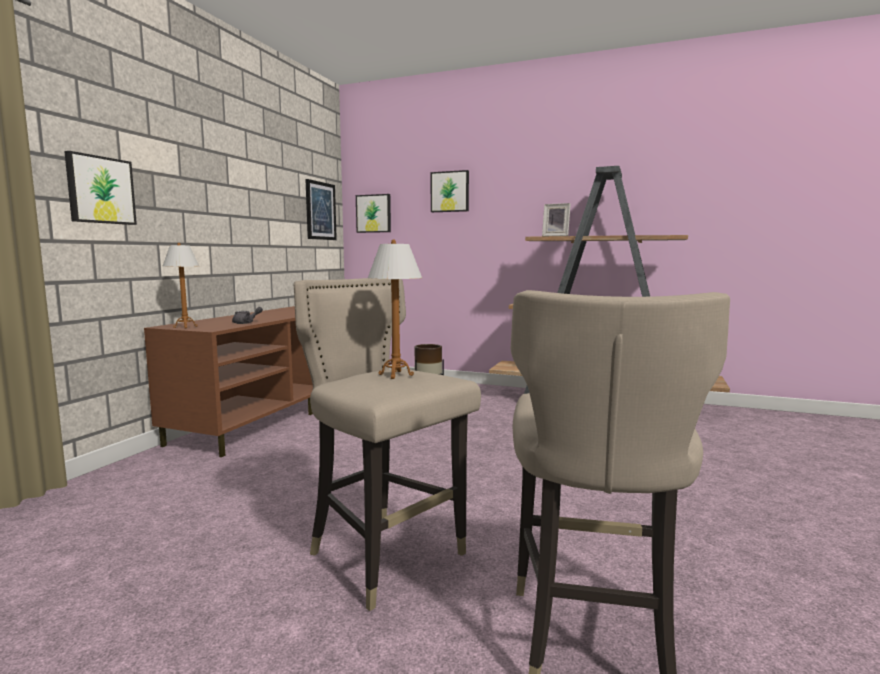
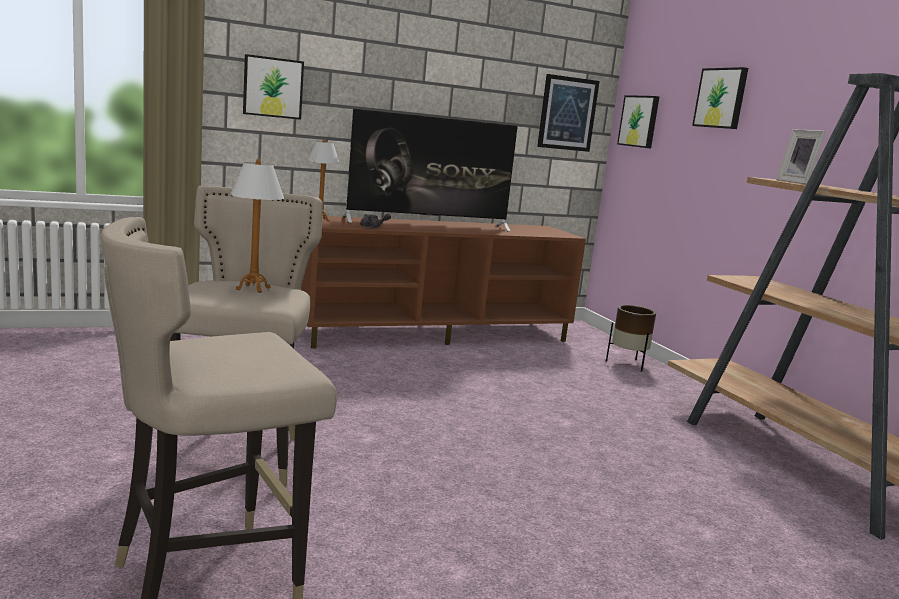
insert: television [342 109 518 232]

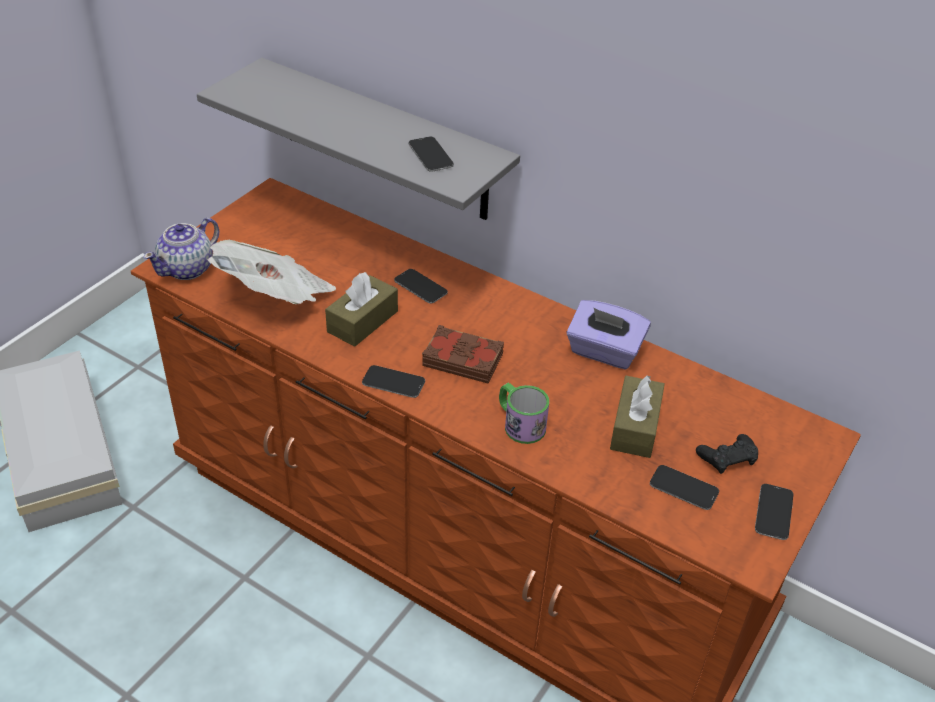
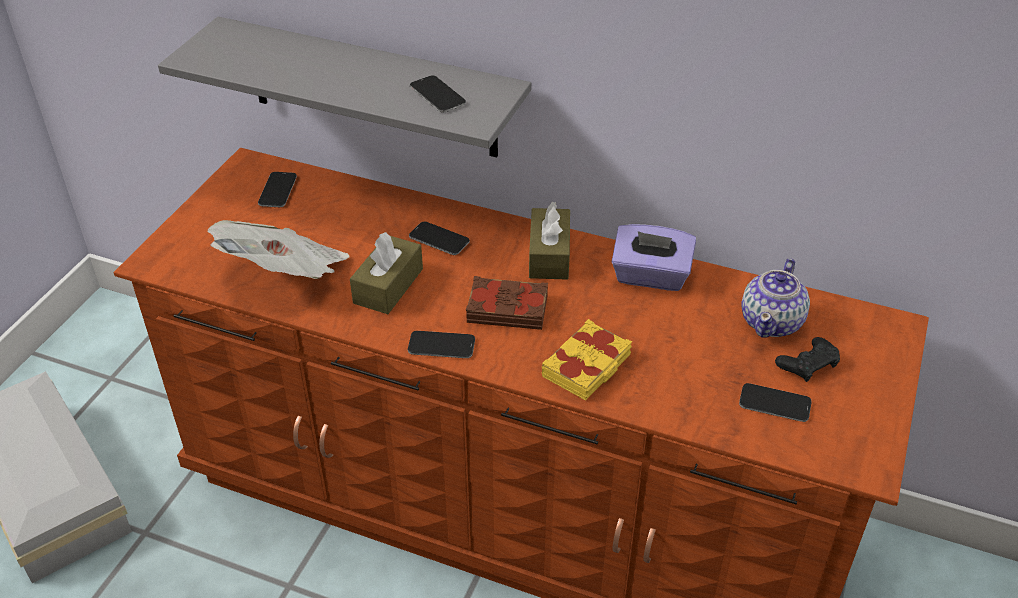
move: tea pot [143 218 219 280] to [741 258 810 338]; brownish box of tissues [610 375 665 458] to [529 202 570 280]; telephone [755 484 793 540] to [258 172 297 207]
replace: mug [499 383 549 444] to yellow-coloured book [542 319 632 401]

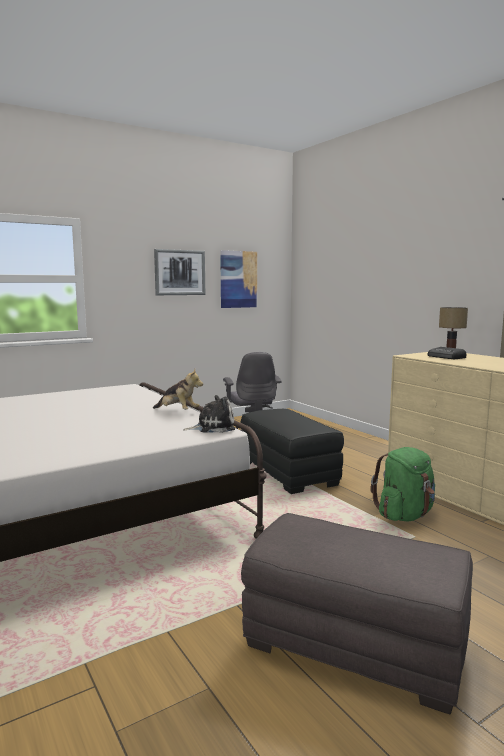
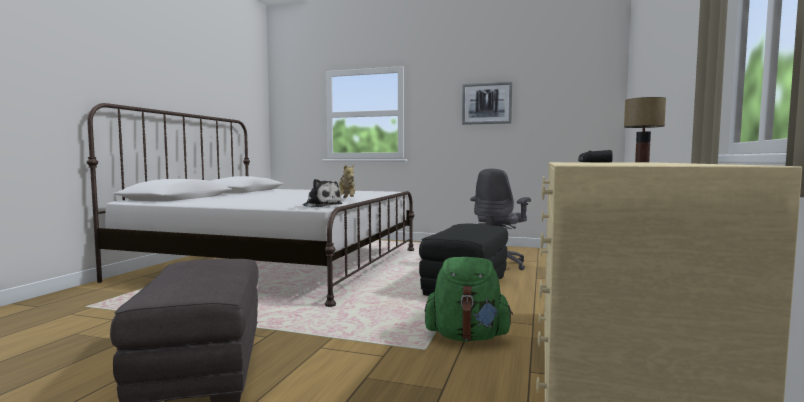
delete: picture [220 250 257 308]

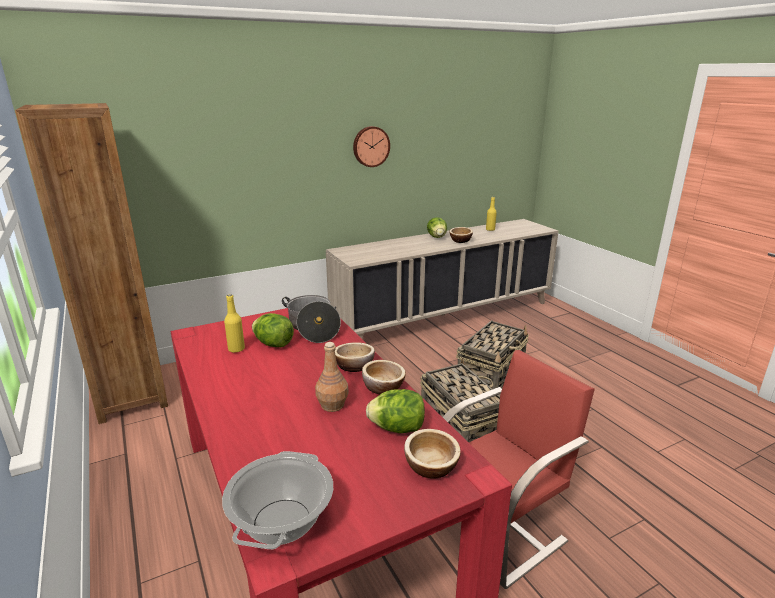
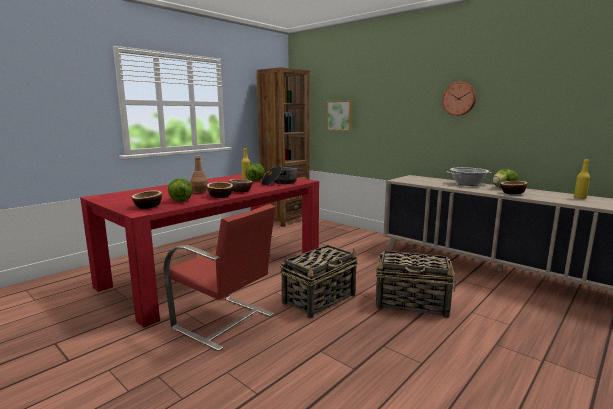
insert: picture [327 101 353 131]
move: cooking pot [222 451 333 549] to [447 167 492 186]

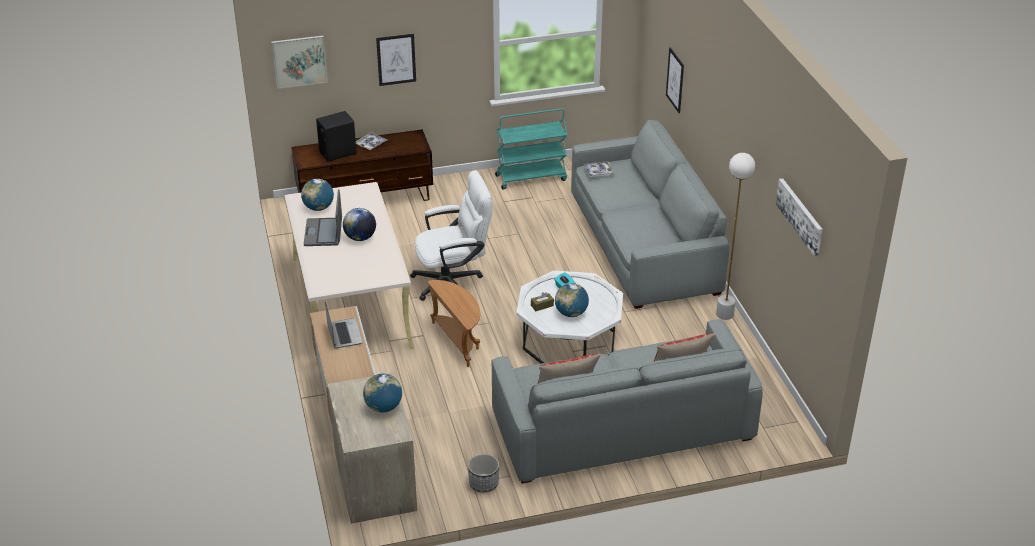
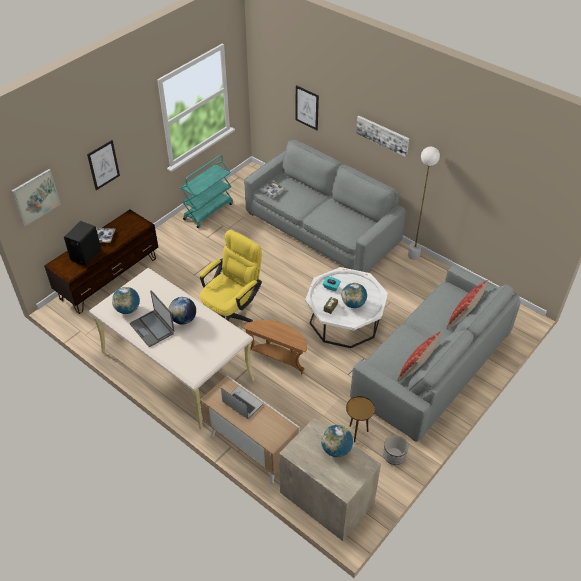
insert: brownish side table [346 396 375 442]
move: picture [776 178 822 256] to [356 116 409 157]
recolor: white-coloured desk chair [410 171 492 301] to yellow-coloured desk chair [200 230 262 322]

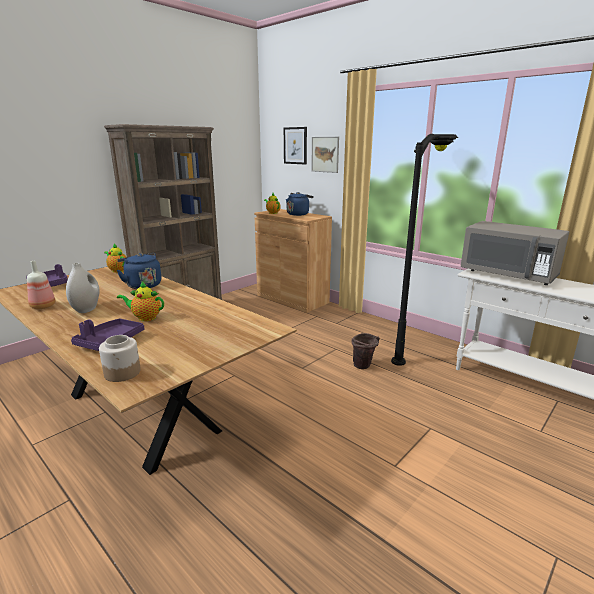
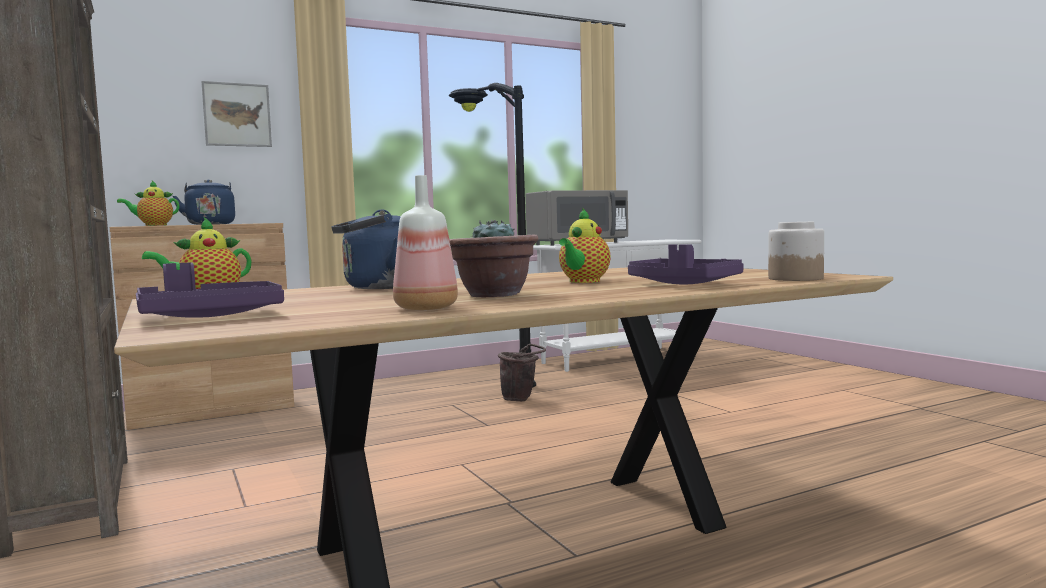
delete: picture [284 127 307 165]
replace: white-coloured vase [66 263 100 313] to potted plant [449 219 538 297]

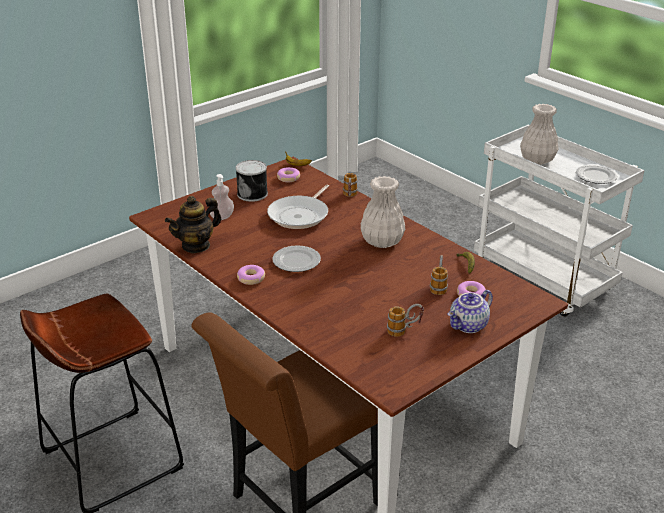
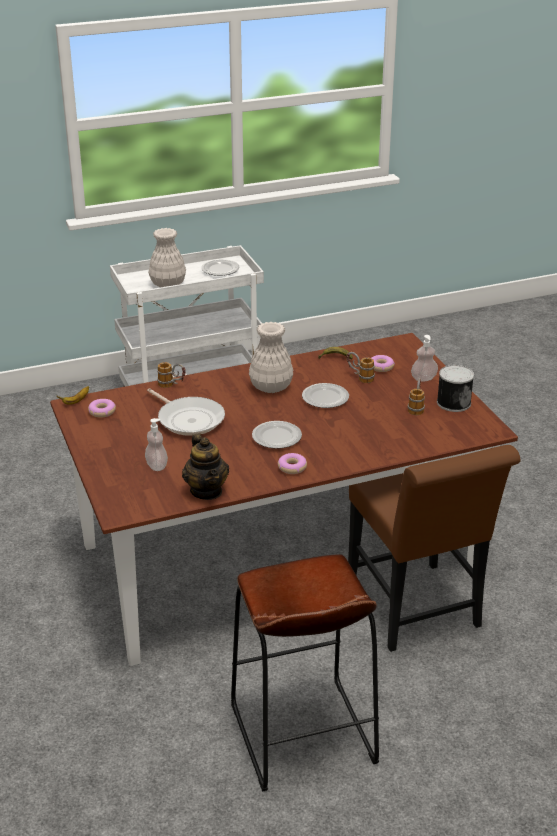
insert: dinner plate [302 383 349 408]
move: metal can [236 160 268 202] to [437 365 474 412]
replace: tea pot [447 290 493 333] to soap dispenser [411 335 438 382]

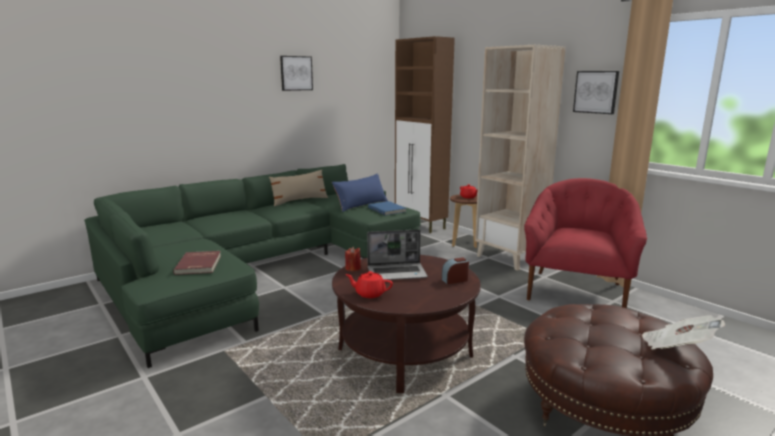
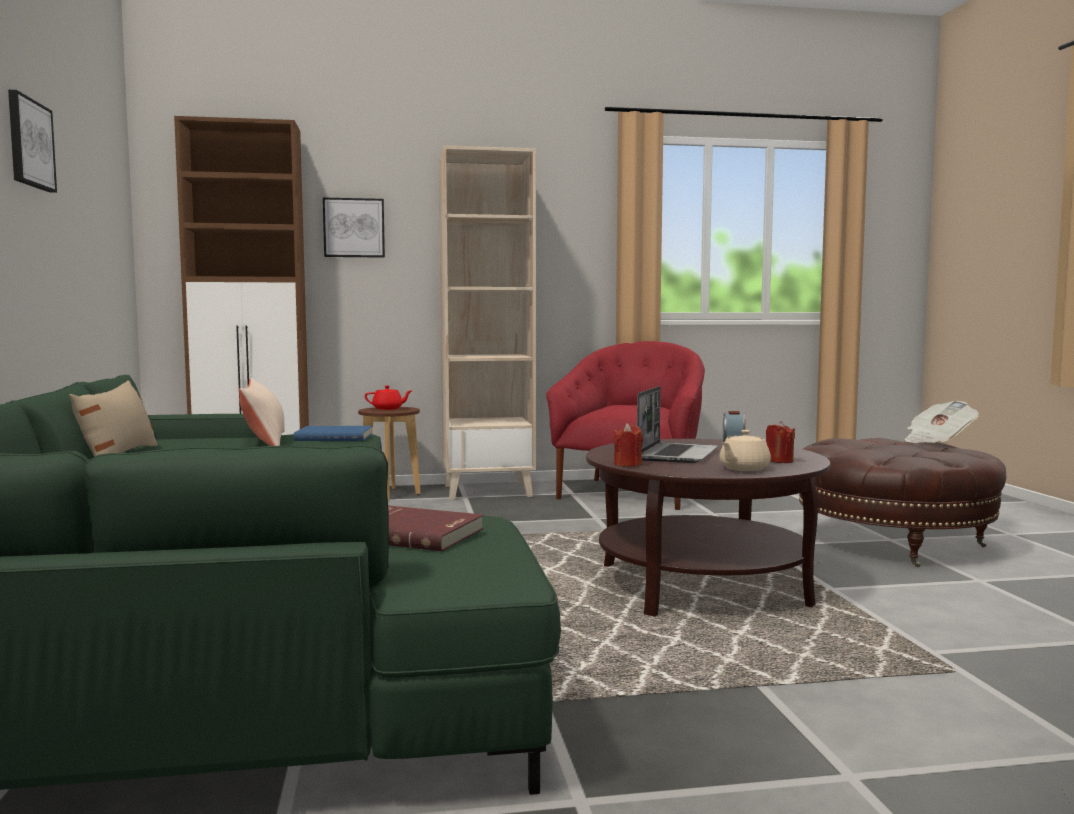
insert: red-coloured candle [766 421 795 463]
move: picture [573 71 619 114] to [323 198 385 258]
recolor: blue cushion [332 173 388 212] to beige-coloured cushion [239 378 285 446]; red-coloured tea pot [345 271 393 298] to beige-coloured tea pot [719 430 771 471]
rotate: red-coloured easy chair [524 178 647 308] = [546 341 705 510] 60 degrees clockwise

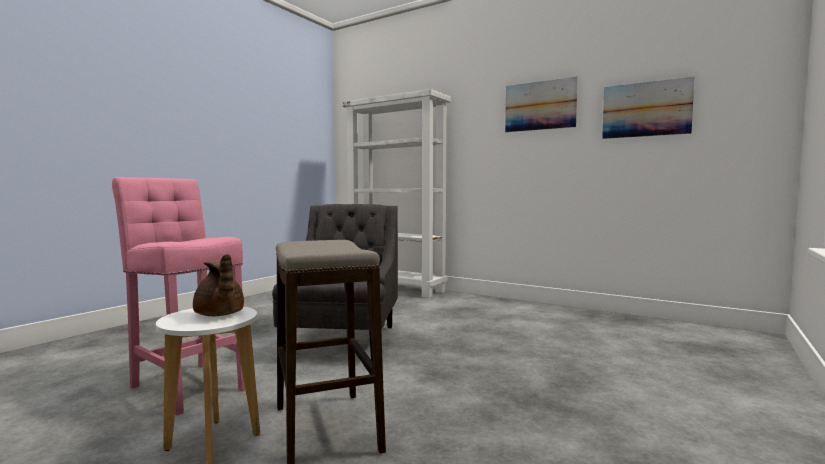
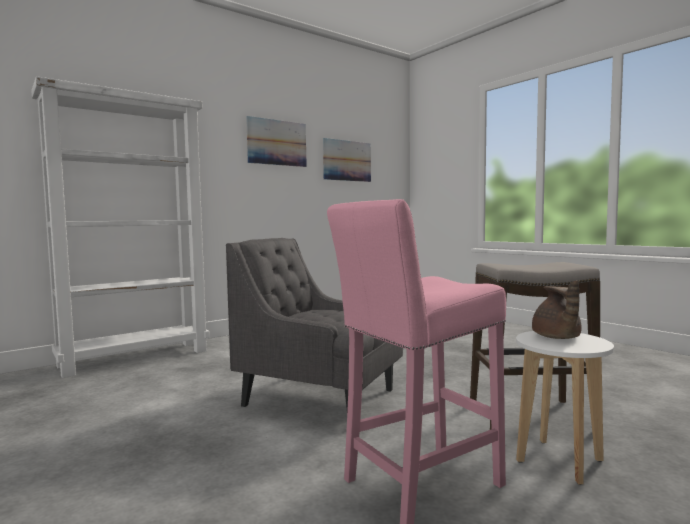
rotate: brownish tea pot [193 254 244 316] = [532 280 582 339] 105 degrees clockwise

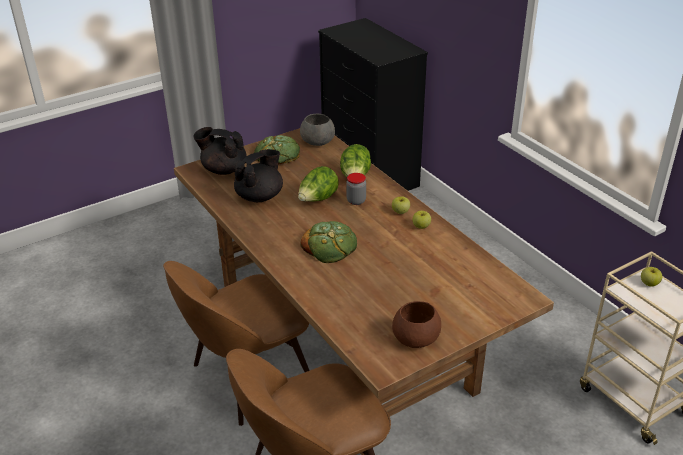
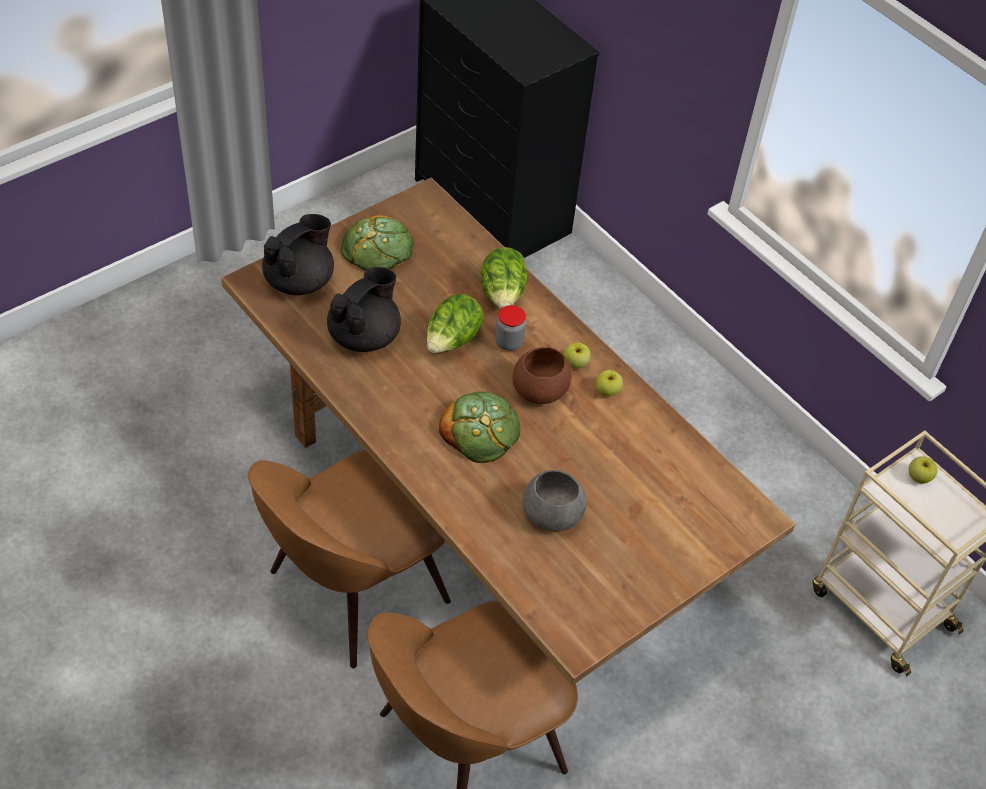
move: greyish deep dish [300 114 335 146] to [523 470 586 531]; brownish deep dish [392 301 441 348] to [512 347 572 404]
rotate: black-coloured tea pot [194 127 247 175] = [262 214 334 295] 120 degrees clockwise

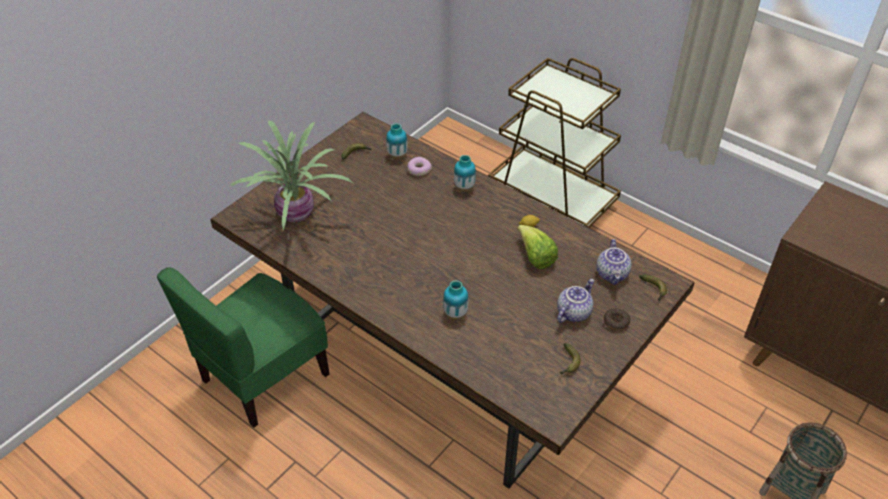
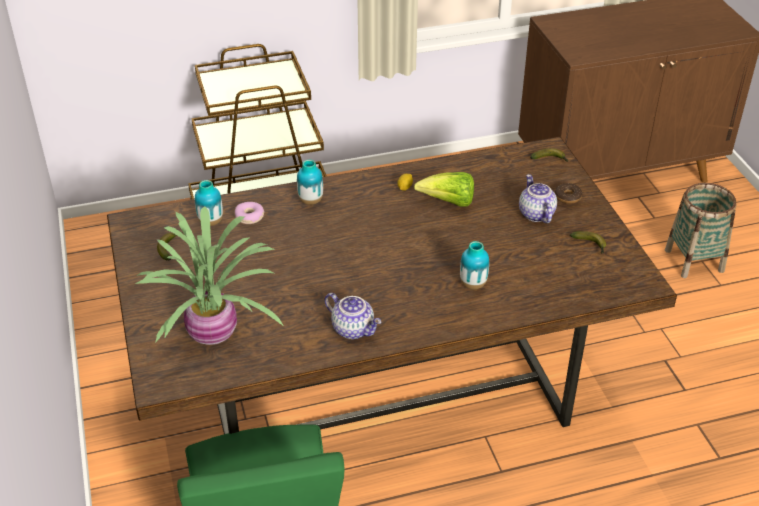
move: tea pot [597 239 632 285] to [325 293 381 339]

